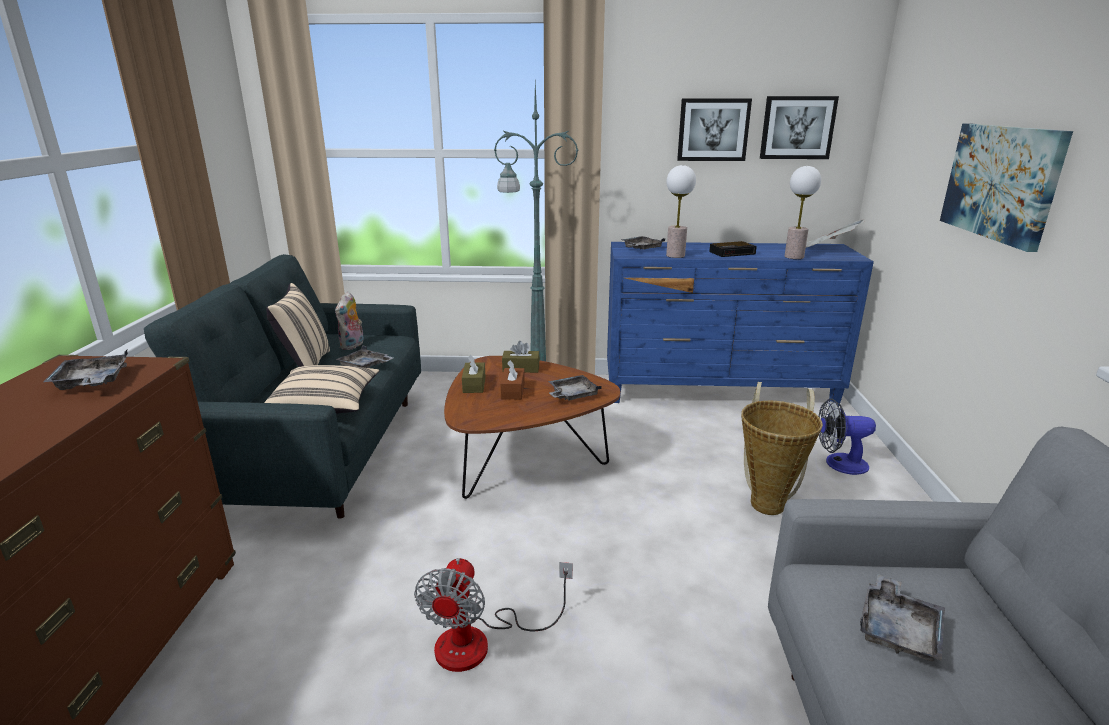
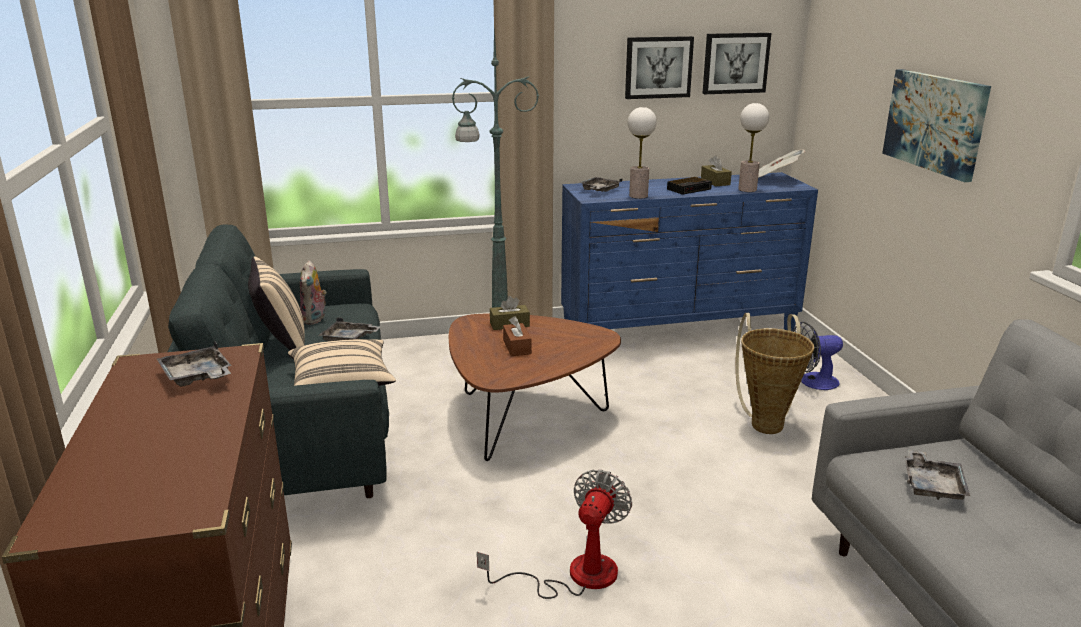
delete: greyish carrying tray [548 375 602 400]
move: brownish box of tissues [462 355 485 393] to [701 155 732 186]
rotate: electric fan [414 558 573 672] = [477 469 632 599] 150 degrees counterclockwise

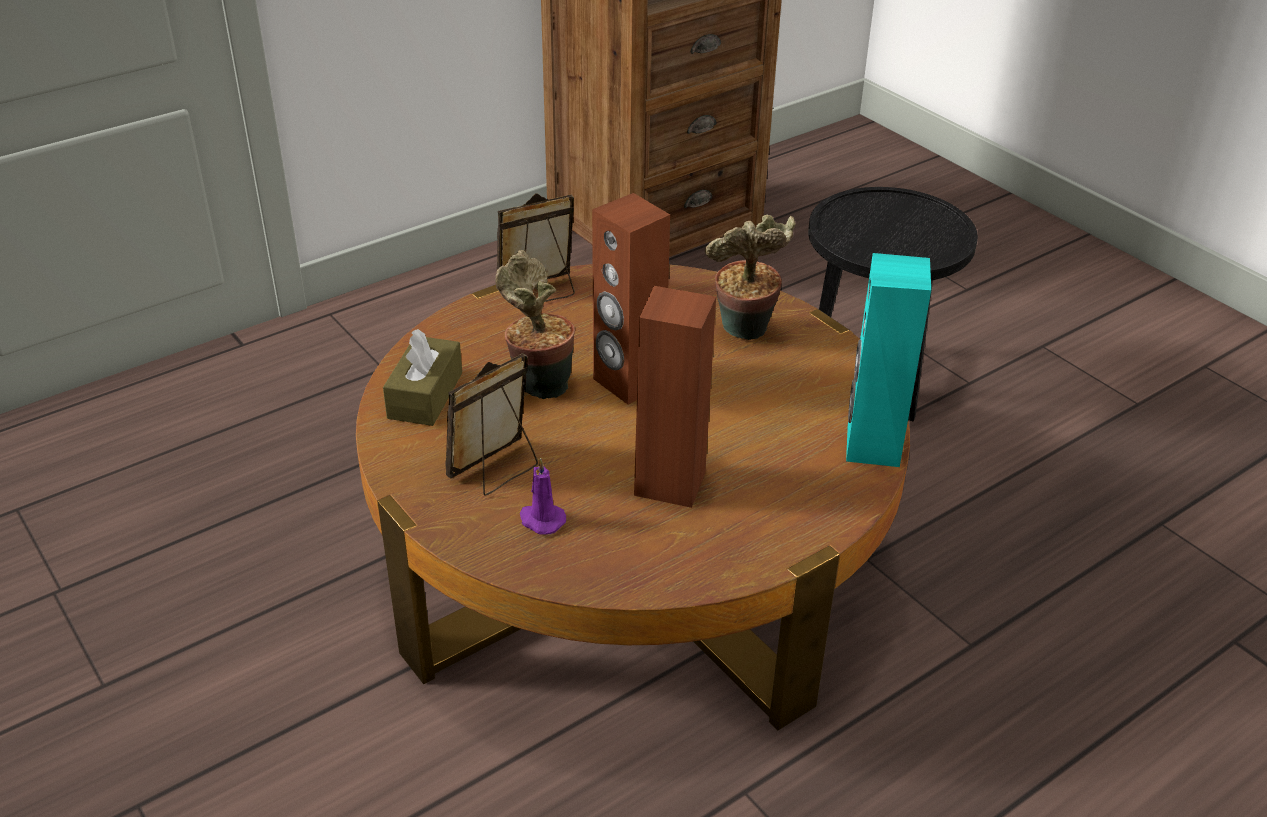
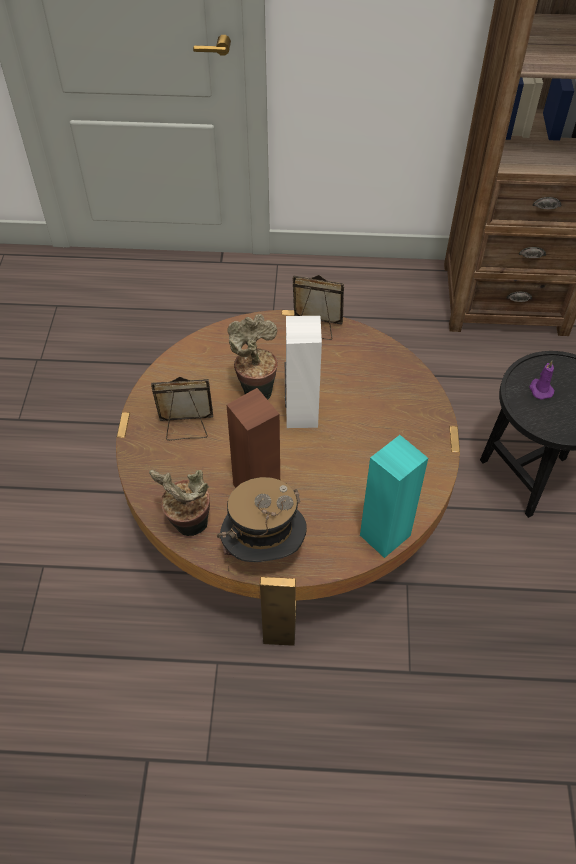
delete: brownish box of tissues [383 329 462 426]
insert: wearable hat [217 477 307 571]
move: potted plant [705 215 796 340] to [149 470 210 536]; purple candle [520 458 566 535] to [529 361 555 400]
recolor: brownish speaker [592 193 670 404] to white-coloured speaker [285 316 322 428]

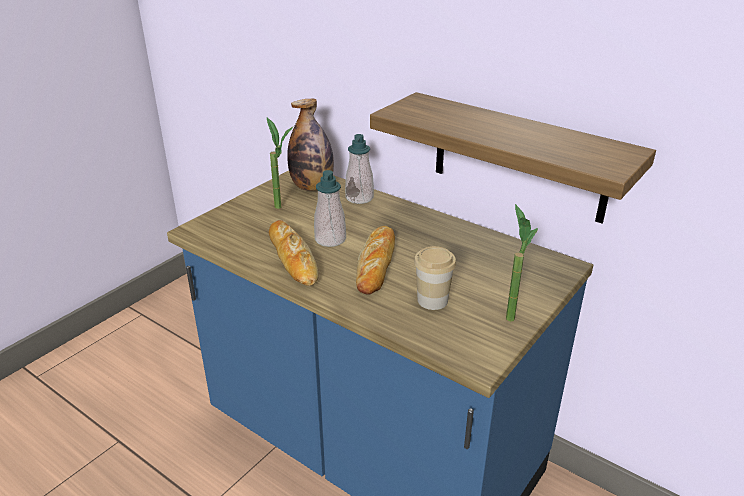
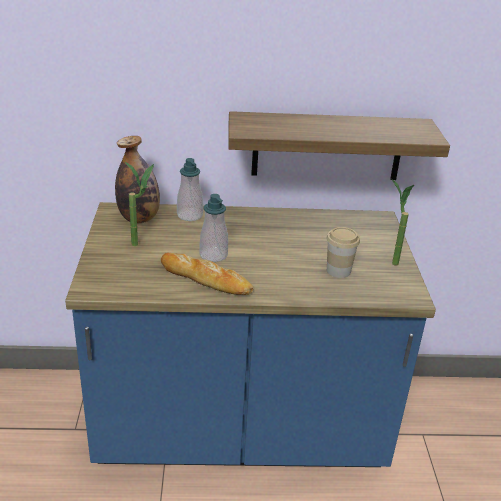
delete: bakery bread [356 226 395 295]

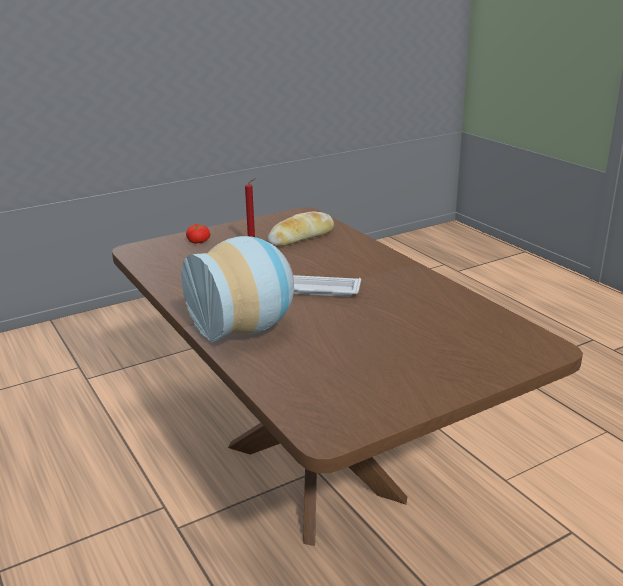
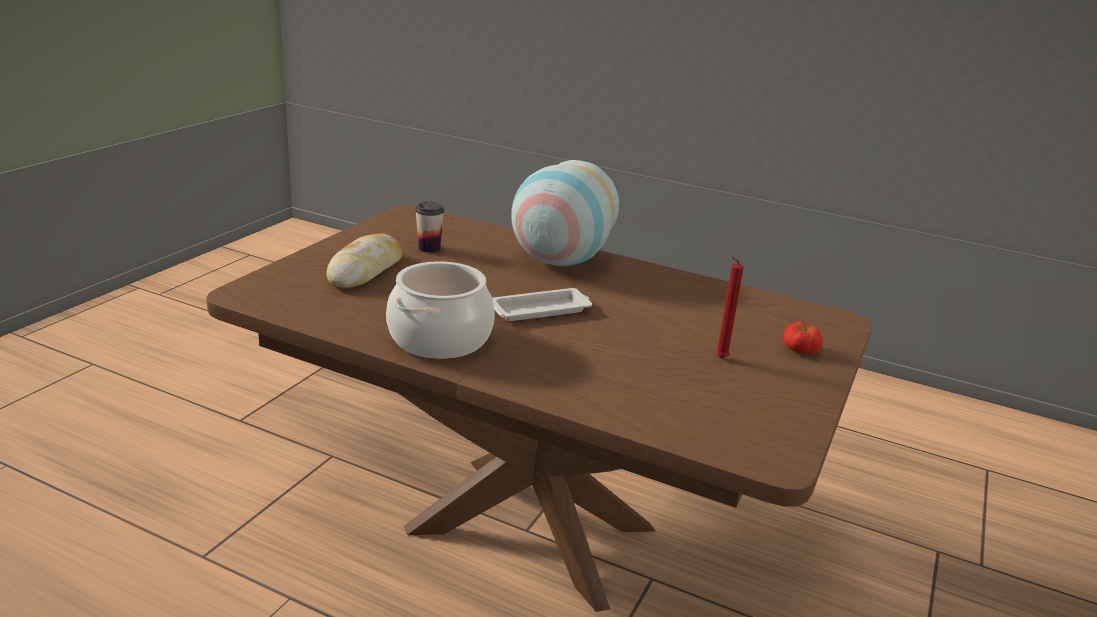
insert: drinking cup [415 201 444 253]; cooking pot [386 261 495 359]
move: bakery bread [268 211 334 247] to [326 233 403 289]

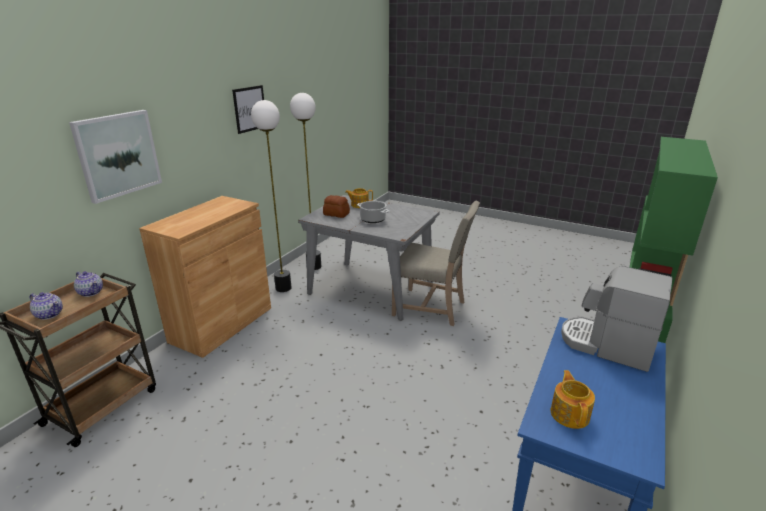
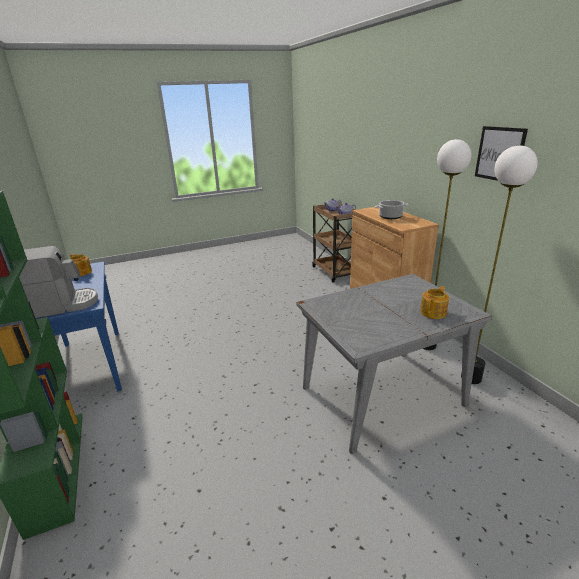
delete: picture [69 110 162 204]; bakery bread [323 195 350 218]; beige-coloured plain chair [392 201 480 326]
move: cooking pot [357 201 389 223] to [375 200 409 219]

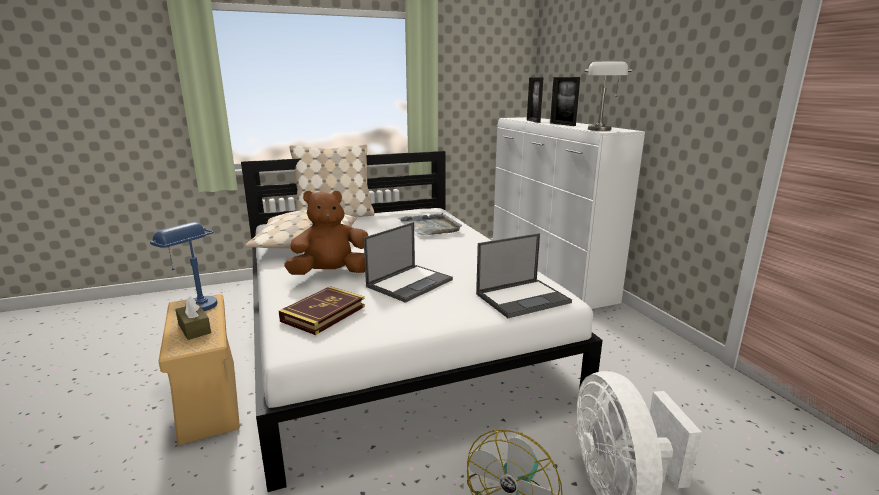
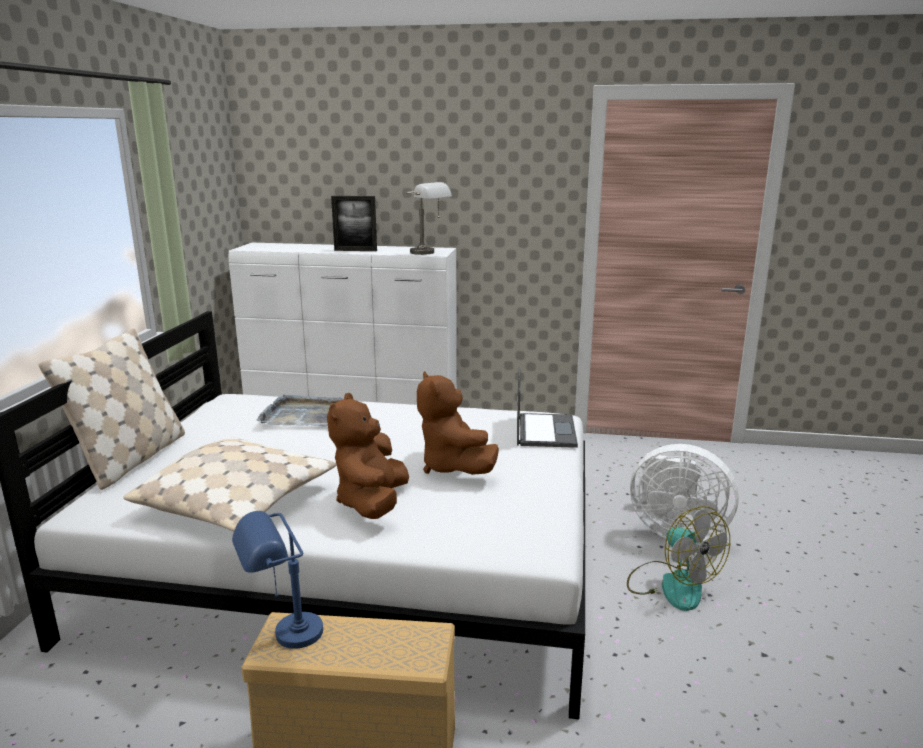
delete: standing frame [527 77 544 123]; book [279 286 365 335]; brownish box of tissues [175 297 211 340]
replace: notebook computer [363 222 453 303] to brownish plush toy [417 371 499 475]

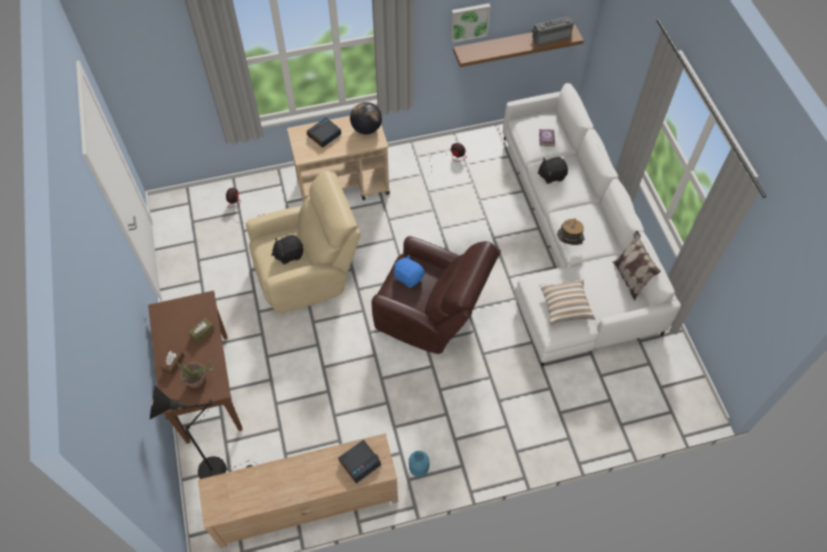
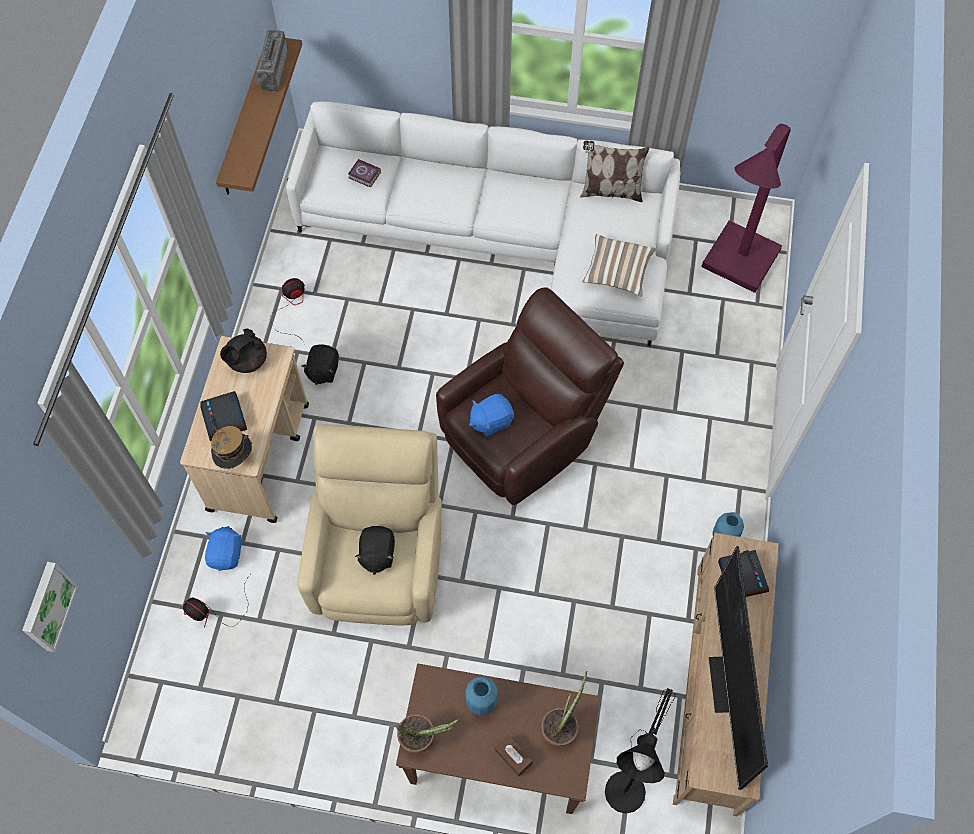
insert: purple standing lamp [701 124 791 293]; blue plush toy [205 526 242 571]; television [709 546 768 790]; potted plant [397 714 460 753]
move: picture [450 3 491 43] to [22 562 78 652]; black-coloured plush toy [538 157 568 184] to [301 344 339 385]; wearable hat [557 217 585 245] to [211 426 252 469]
replace: desk globe [350 102 382 134] to black-coloured tea pot [220 329 267 373]; brownish box of tissues [188 318 215 343] to blue vase [465 676 498 716]

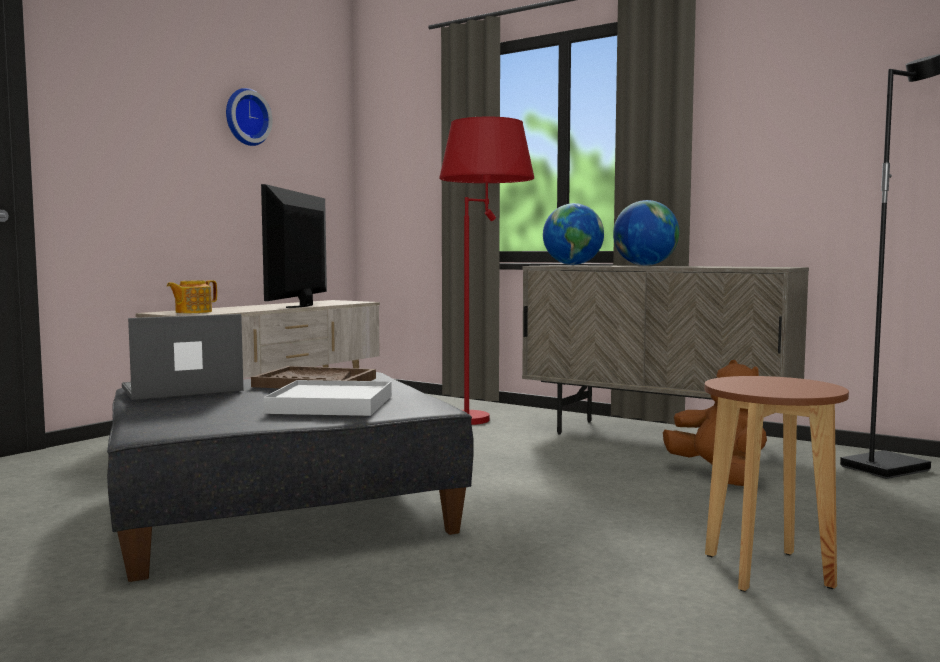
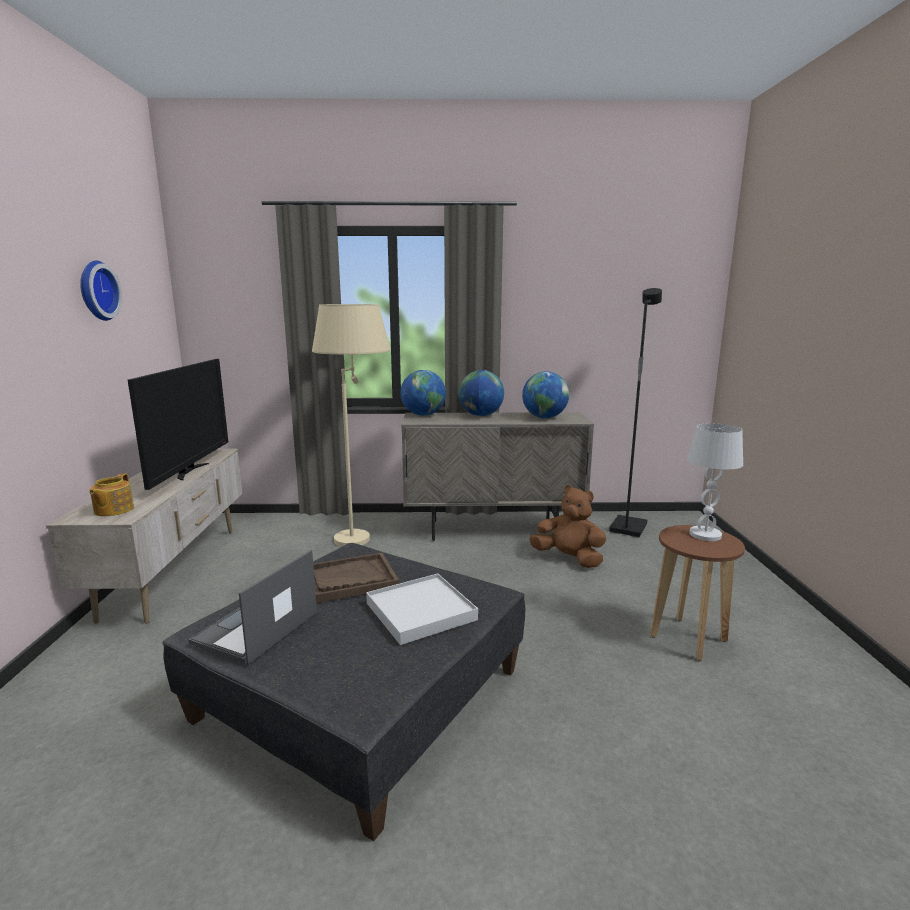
insert: desk globe [522 371 569 418]; white-coloured lamp for a table [687 424 743 541]
recolor: red-coloured standing lamp [439 117 534 425] to beige-coloured standing lamp [312 304 390 547]
rotate: television [261 184 327 308] = [128 359 228 490] 150 degrees counterclockwise

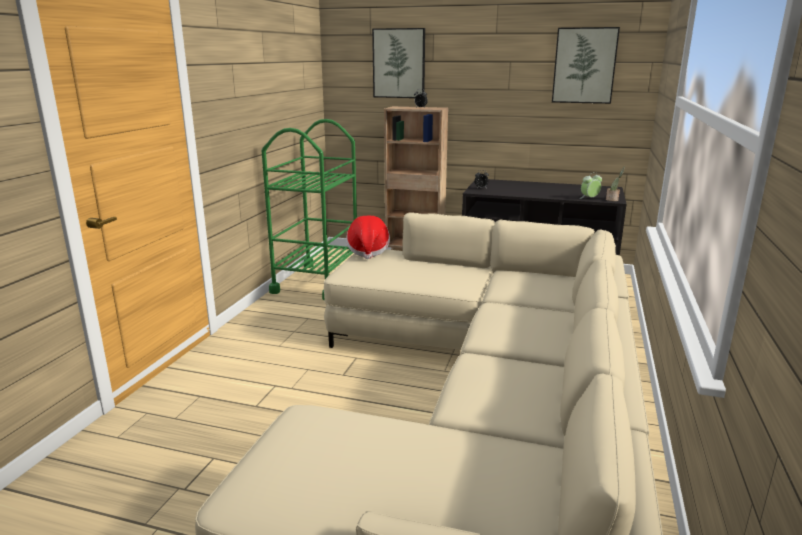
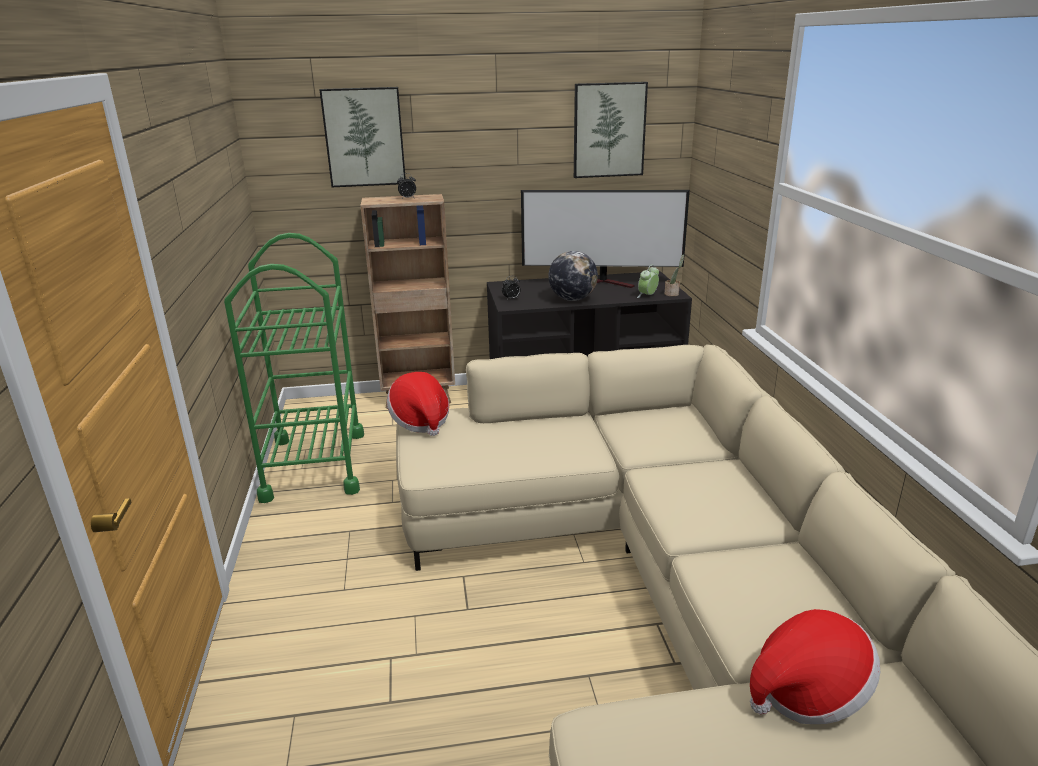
insert: television [521 190 690 288]; desk globe [548 251 598 301]; wearable hat [750 609 880 724]

